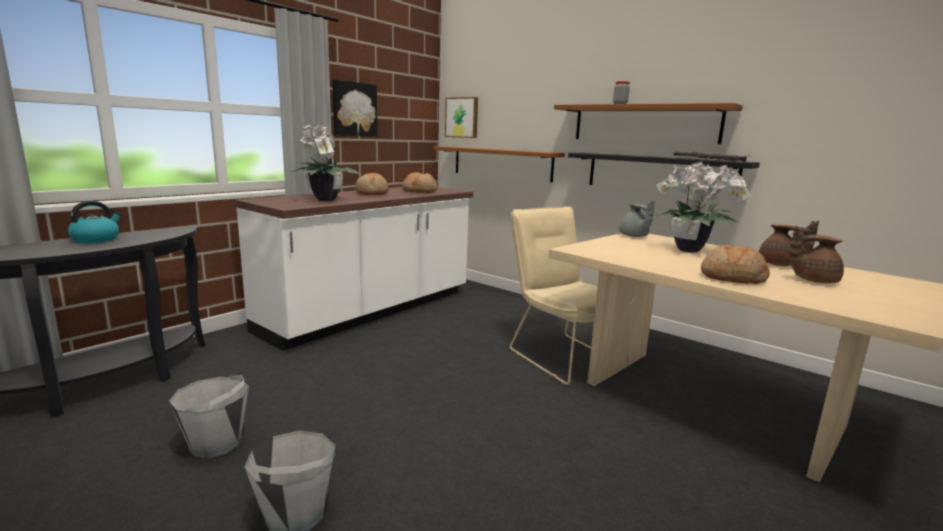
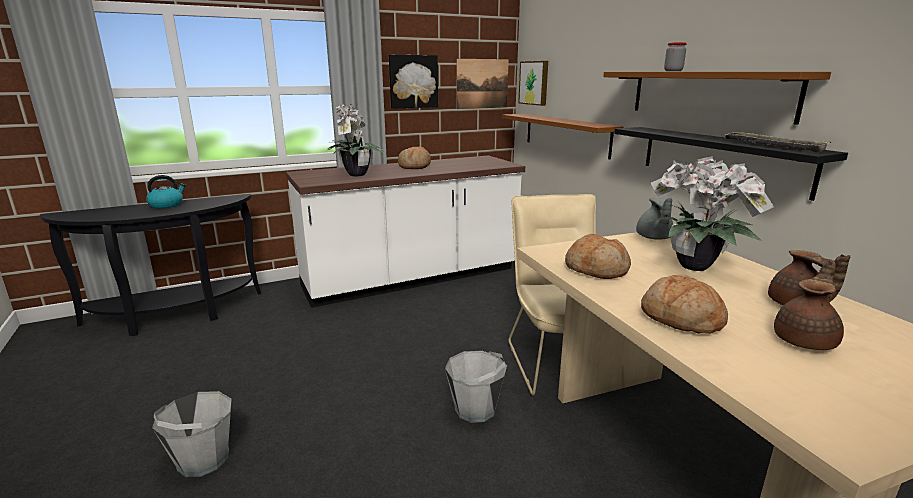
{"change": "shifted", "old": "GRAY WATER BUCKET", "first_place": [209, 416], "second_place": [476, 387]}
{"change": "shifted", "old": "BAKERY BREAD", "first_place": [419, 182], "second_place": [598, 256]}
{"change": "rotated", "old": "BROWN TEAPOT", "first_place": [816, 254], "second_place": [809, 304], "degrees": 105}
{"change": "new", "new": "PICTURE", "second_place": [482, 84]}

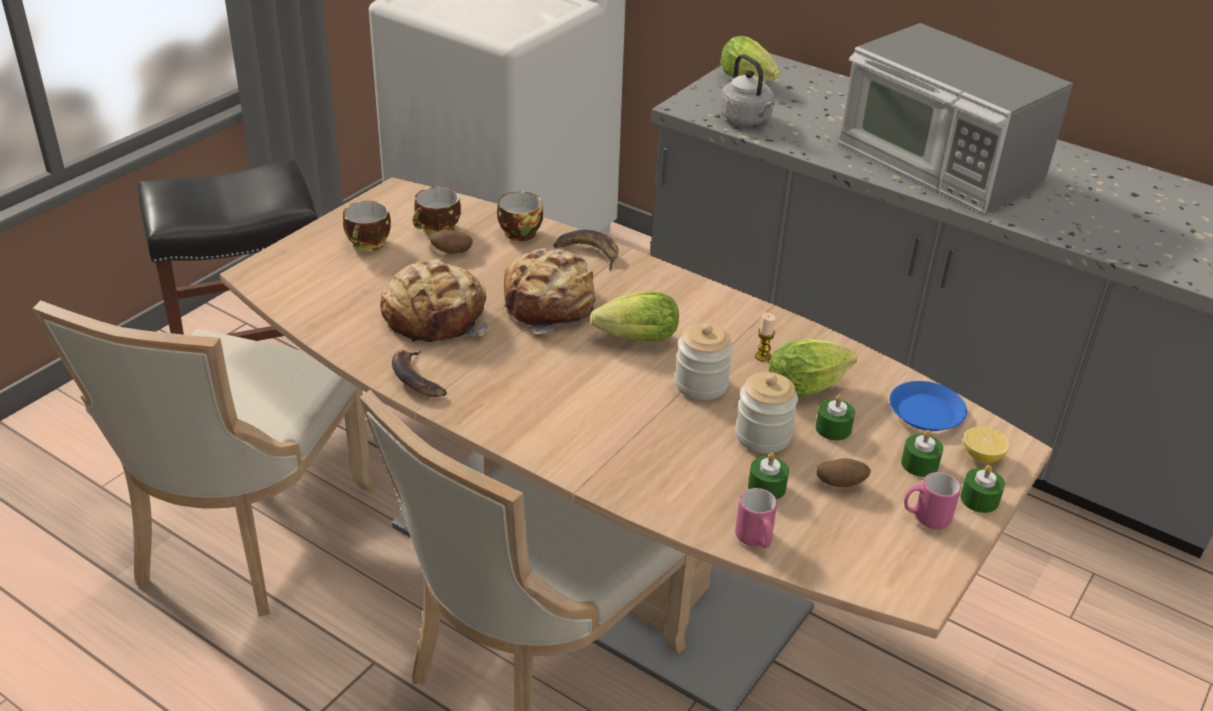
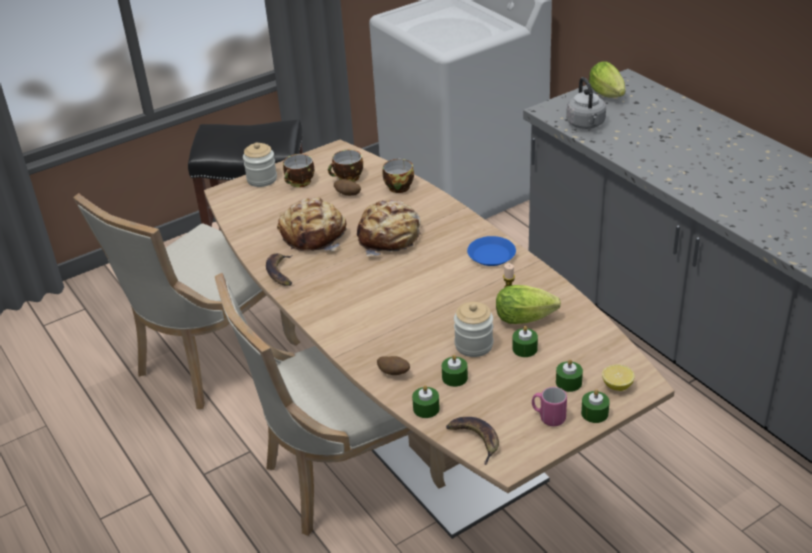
{"change": "shifted", "old": "BANANA", "first_place": [586, 250], "second_place": [472, 441]}
{"change": "gone", "old": "HEAD OF LETTUCE", "first_place": [634, 316]}
{"change": "shifted", "old": "JAR", "first_place": [704, 361], "second_place": [260, 165]}
{"change": "swapped", "old": "PINK MUG", "new": "GREEN WAX CANDLE", "first_place": [756, 518], "second_place": [426, 401]}
{"change": "shifted", "old": "WHOLE POTATO", "first_place": [844, 472], "second_place": [393, 365]}
{"change": "gone", "old": "KITCHEN MICROWAVE", "first_place": [956, 118]}
{"change": "shifted", "old": "BLUISH DINNER PLATE", "first_place": [928, 406], "second_place": [491, 251]}

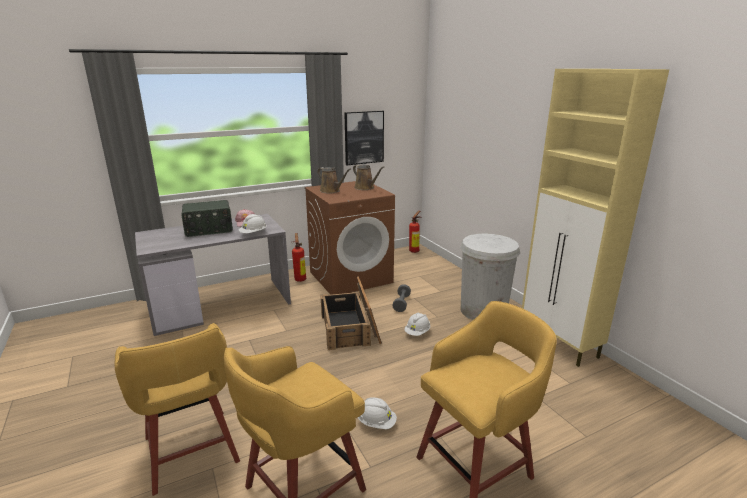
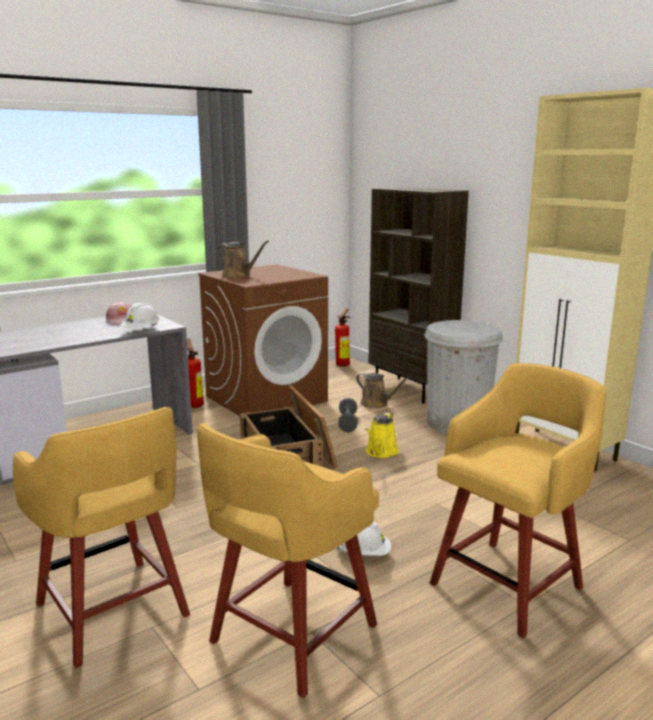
{"change": "gone", "old": "RADIO", "first_place": [207, 218]}
{"change": "gone", "old": "PICTURE", "first_place": [364, 138]}
{"change": "shifted", "old": "BROWN WATERING CAN", "first_place": [368, 177], "second_place": [382, 390]}
{"change": "swapped", "old": "WHITE-COLOURED HARD HAT", "new": "YELLOW-COLOURED WATERING CAN", "first_place": [417, 324], "second_place": [382, 435]}
{"change": "new", "new": "BROWN BOOKSHELF", "second_place": [418, 295]}

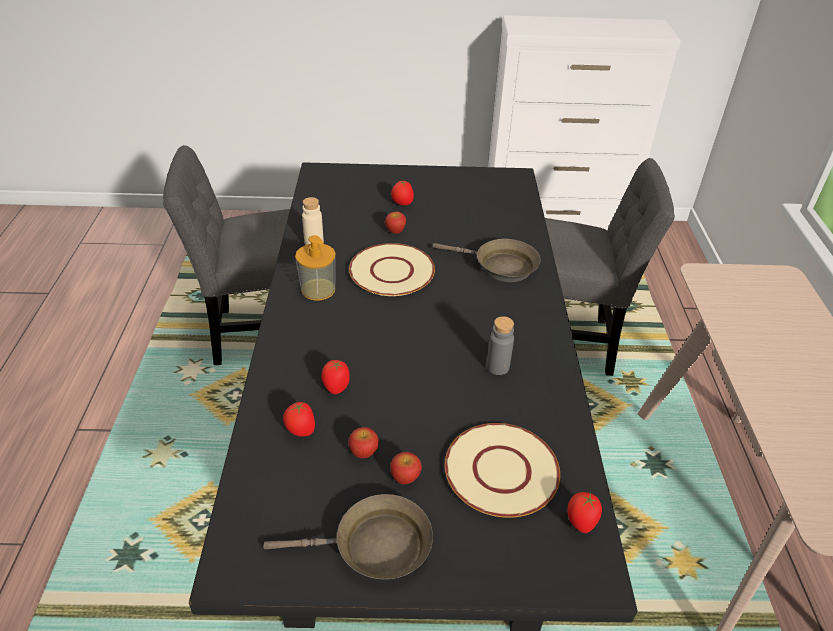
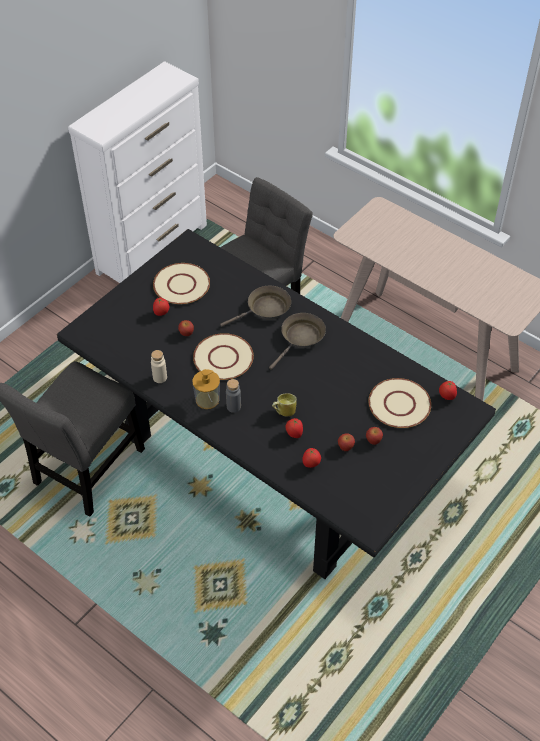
{"change": "shifted", "old": "BROWN FRYING PAN", "first_place": [348, 536], "second_place": [297, 341]}
{"change": "shifted", "old": "GRAY BEVERAGE BOTTLE", "first_place": [500, 345], "second_place": [233, 396]}
{"change": "new", "new": "SAND-COLOURED DINNER PLATE", "second_place": [181, 283]}
{"change": "new", "new": "MUG", "second_place": [284, 405]}

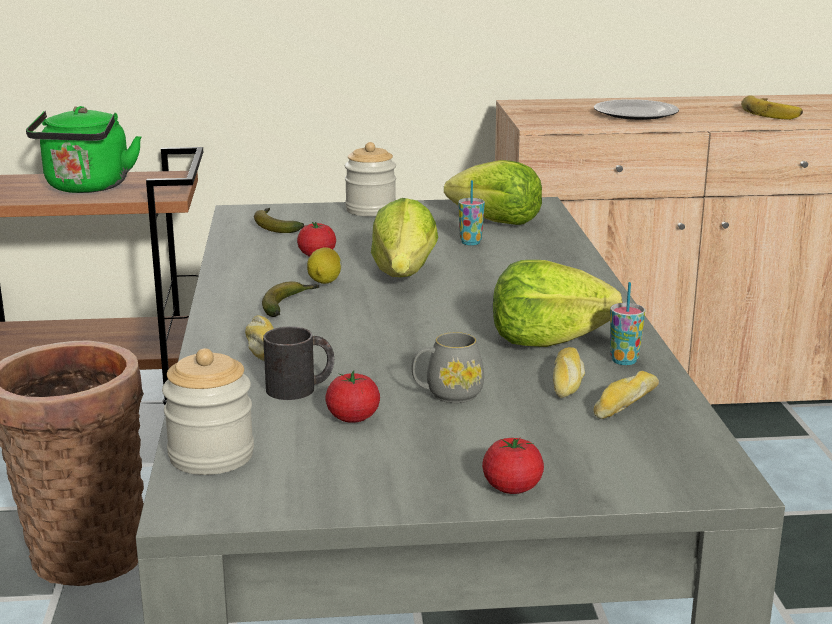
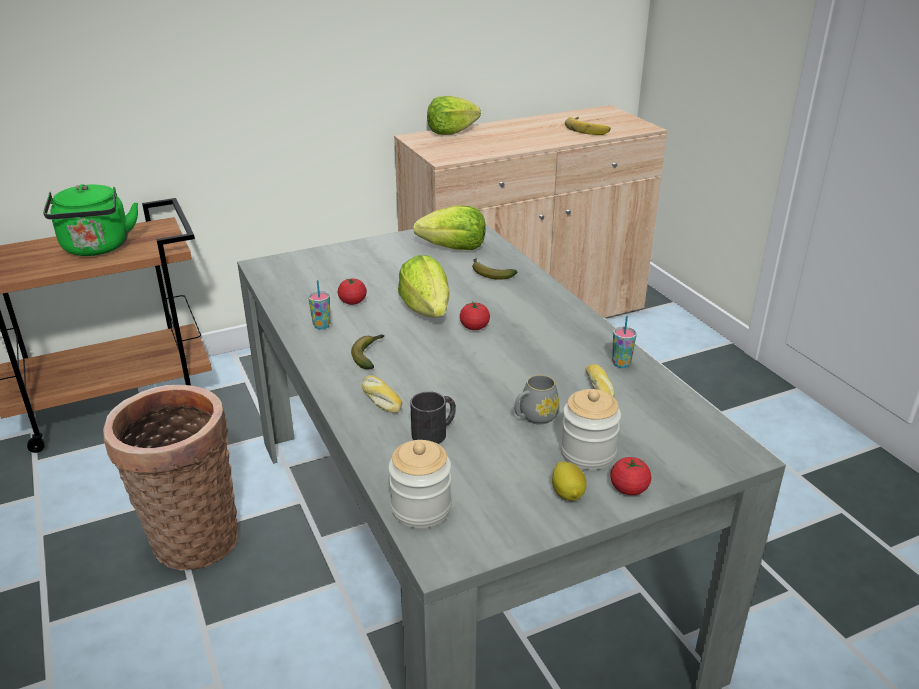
{"change": "shifted", "old": "BANANA", "first_place": [279, 220], "second_place": [494, 269]}
{"change": "shifted", "old": "WHOLE LEMON", "first_place": [324, 265], "second_place": [569, 481]}
{"change": "shifted", "old": "WHOLE TOMATO", "first_place": [352, 396], "second_place": [475, 315]}
{"change": "shifted", "old": "JAR", "first_place": [370, 179], "second_place": [590, 429]}
{"change": "shifted", "old": "SMALL CUP", "first_place": [471, 213], "second_place": [319, 305]}
{"change": "shifted", "old": "HEAD OF LETTUCE", "first_place": [557, 303], "second_place": [454, 115]}
{"change": "gone", "old": "DINNER PLATE", "first_place": [636, 109]}
{"change": "gone", "old": "BAKERY BREAD", "first_place": [626, 395]}

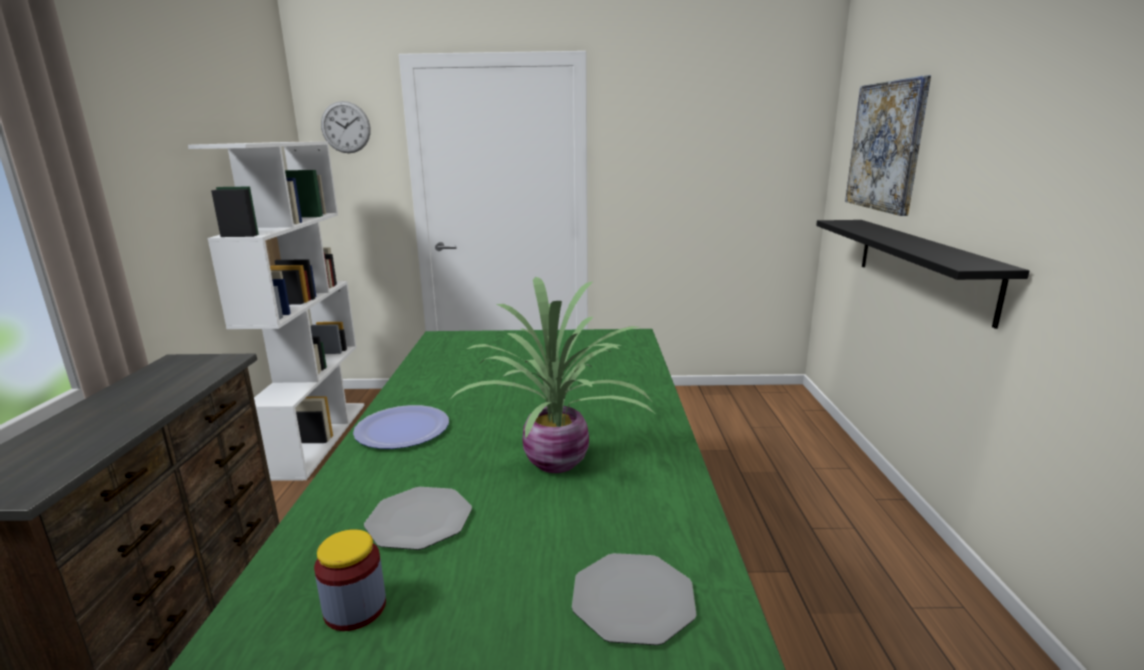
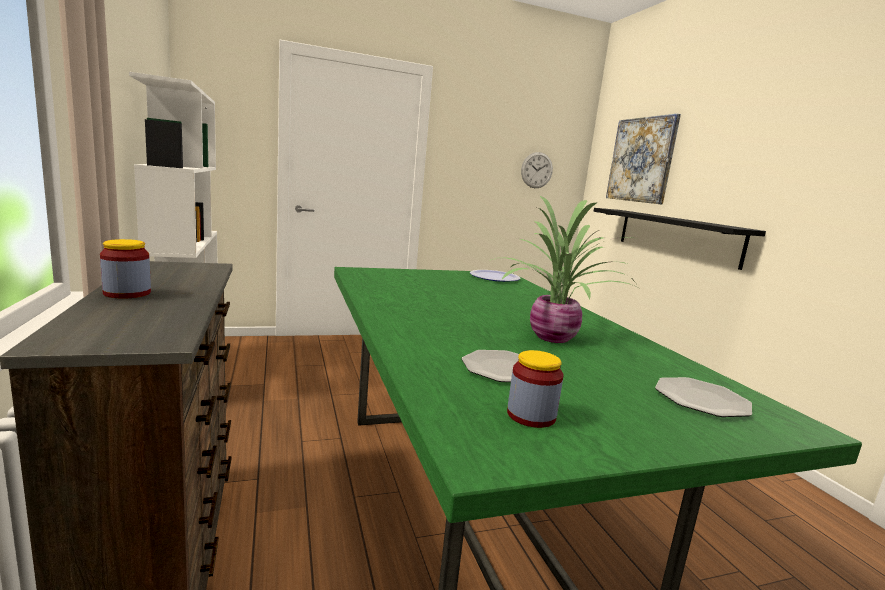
{"change": "shifted", "old": "WALL CLOCK", "first_place": [346, 127], "second_place": [537, 170]}
{"change": "shifted", "old": "DINNER PLATE", "first_place": [401, 427], "second_place": [495, 276]}
{"change": "new", "new": "JAR", "second_place": [125, 269]}

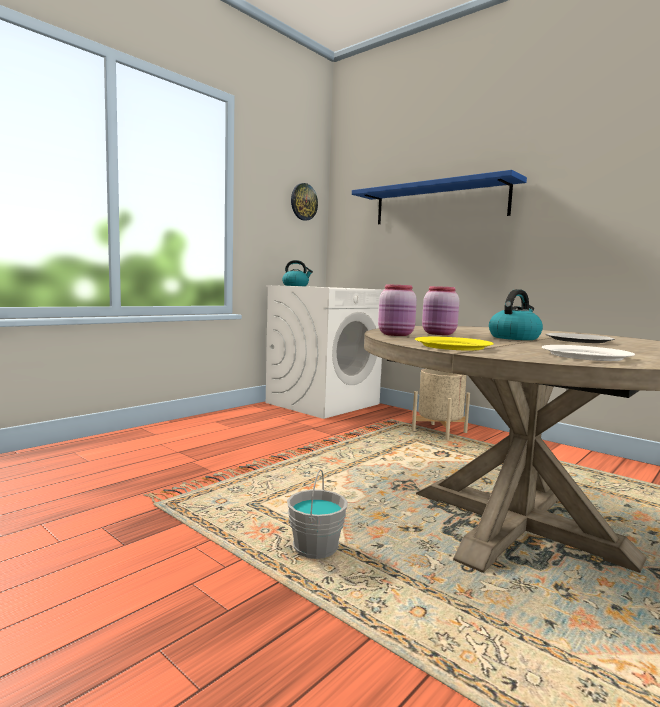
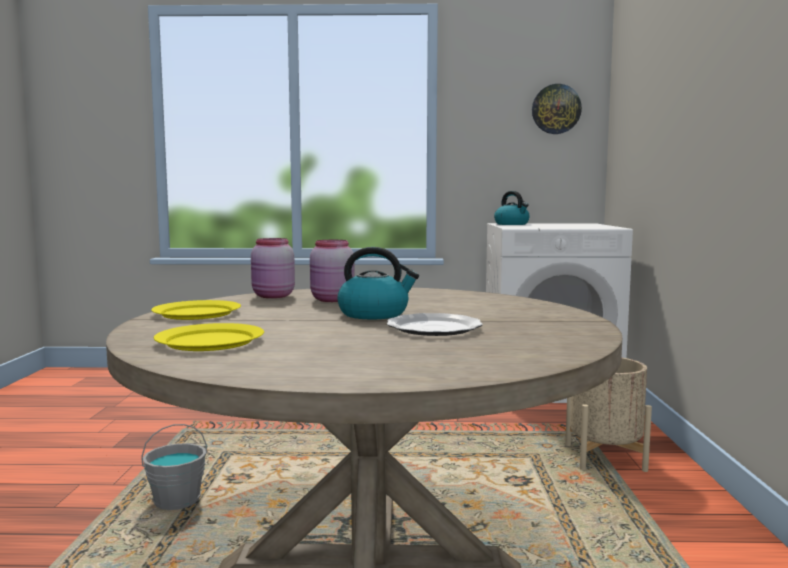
{"change": "gone", "old": "BLUISH BRACKET SHELF", "first_place": [439, 197]}
{"change": "repainted", "old": "WHITE-COLOURED DINNER PLATE", "new": "YELLOW-COLOURED DINNER PLATE", "first_place": [588, 353], "second_place": [209, 337]}

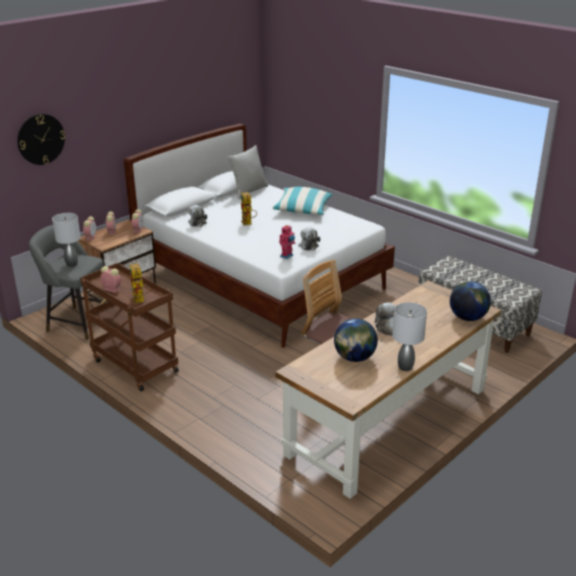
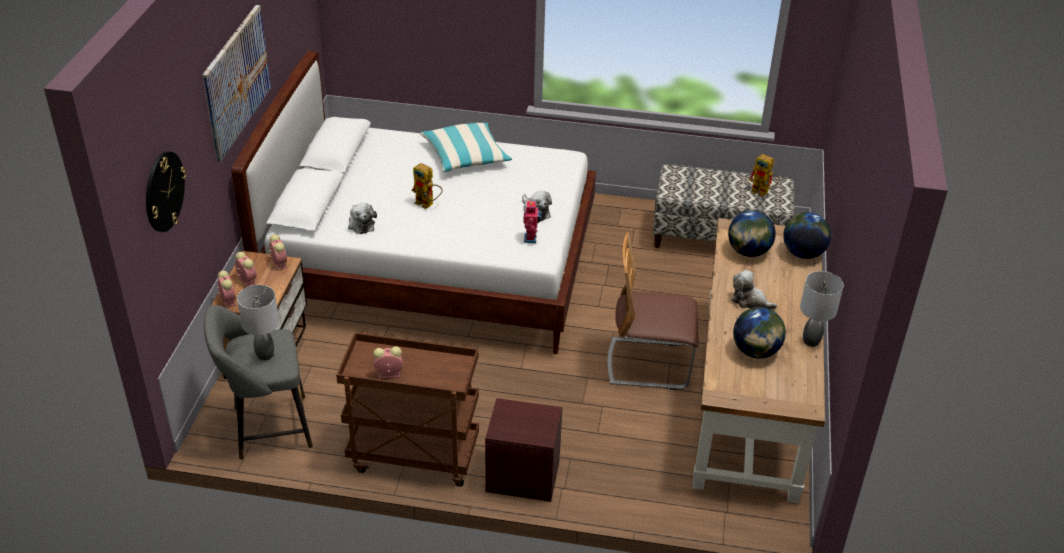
{"change": "shifted", "old": "TOY ROBOT", "first_place": [140, 283], "second_place": [764, 175]}
{"change": "gone", "old": "GRAY PILLOW", "first_place": [248, 172]}
{"change": "new", "new": "PICTURE", "second_place": [236, 83]}
{"change": "new", "new": "BROWN NIGHTSTAND", "second_place": [523, 450]}
{"change": "new", "new": "GLOBE", "second_place": [752, 233]}

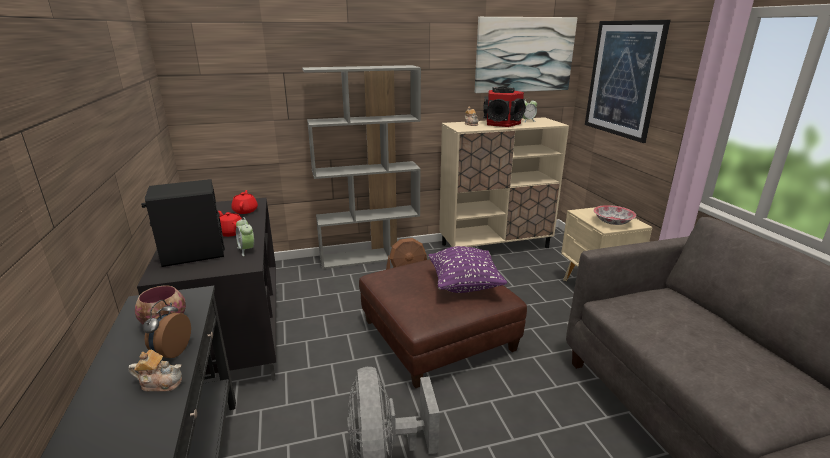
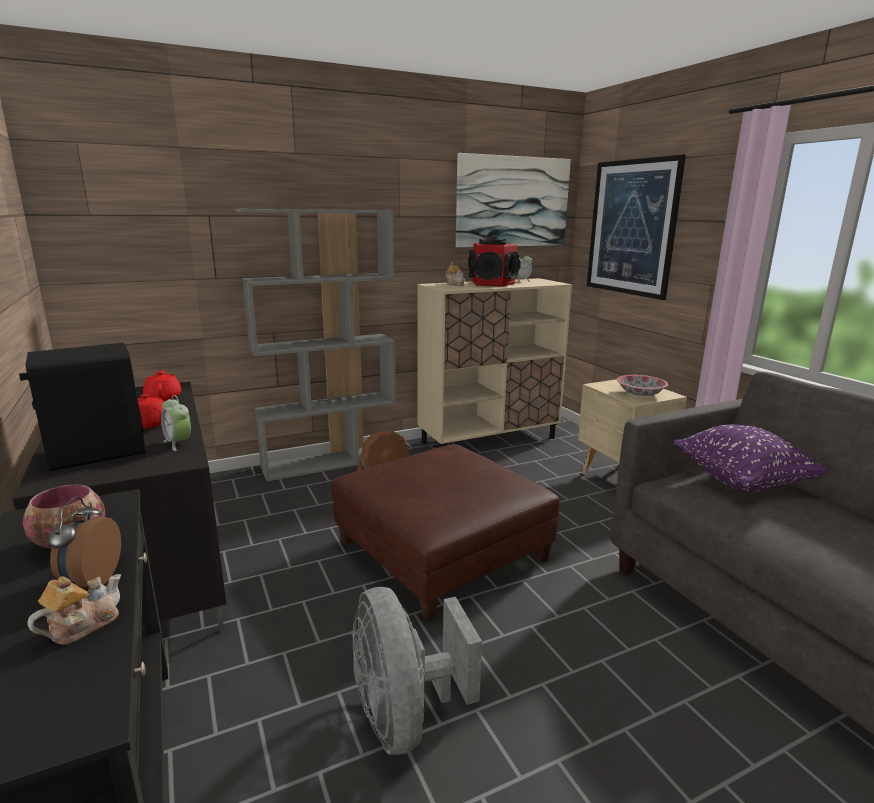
{"change": "rotated", "old": "TEAPOT", "first_place": [155, 371], "second_place": [74, 609], "degrees": -45}
{"change": "shifted", "old": "PURPLE PILLOW", "first_place": [467, 269], "second_place": [750, 458]}

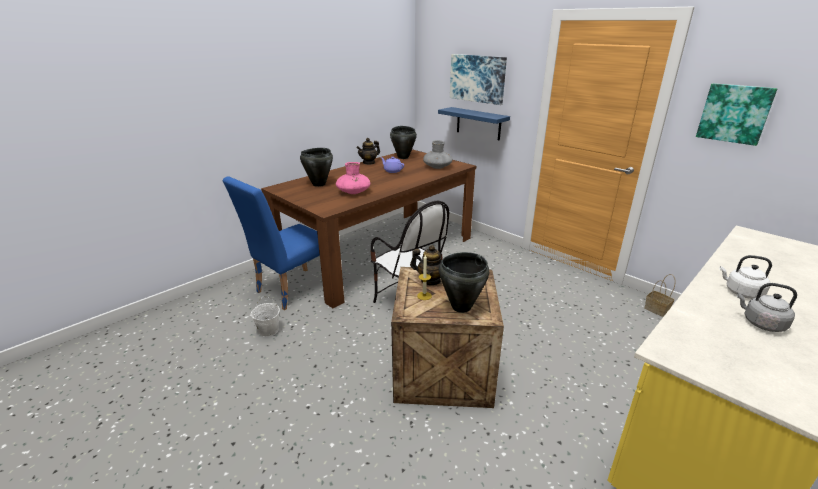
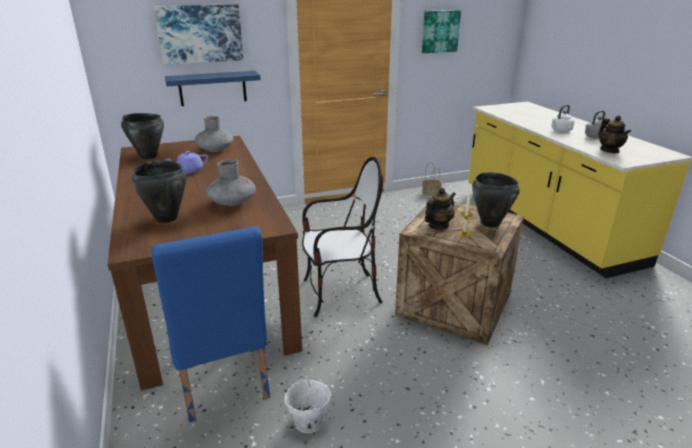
{"change": "repainted", "old": "PINK VASE", "new": "GRAY VASE", "first_place": [353, 178], "second_place": [231, 182]}
{"change": "shifted", "old": "TEAPOT", "first_place": [368, 151], "second_place": [614, 134]}

